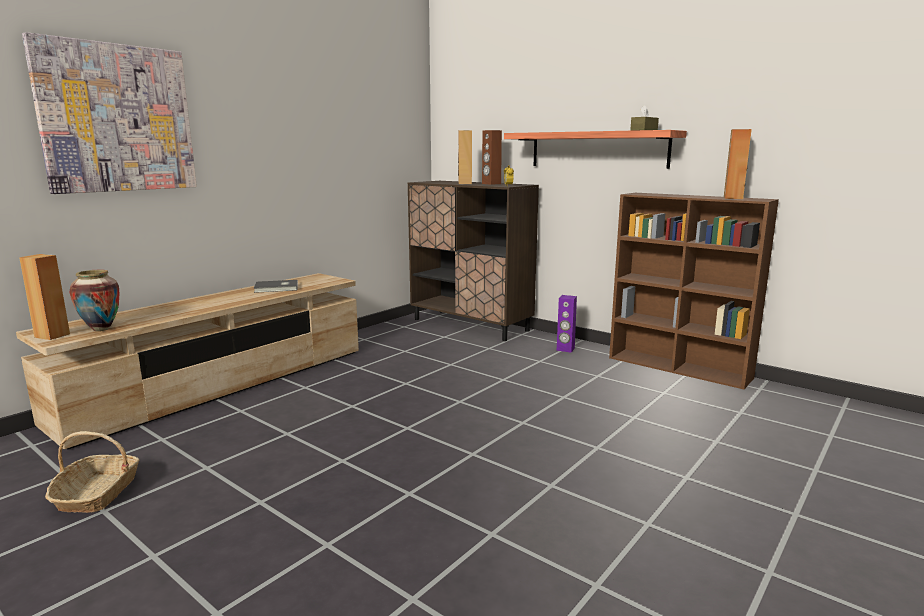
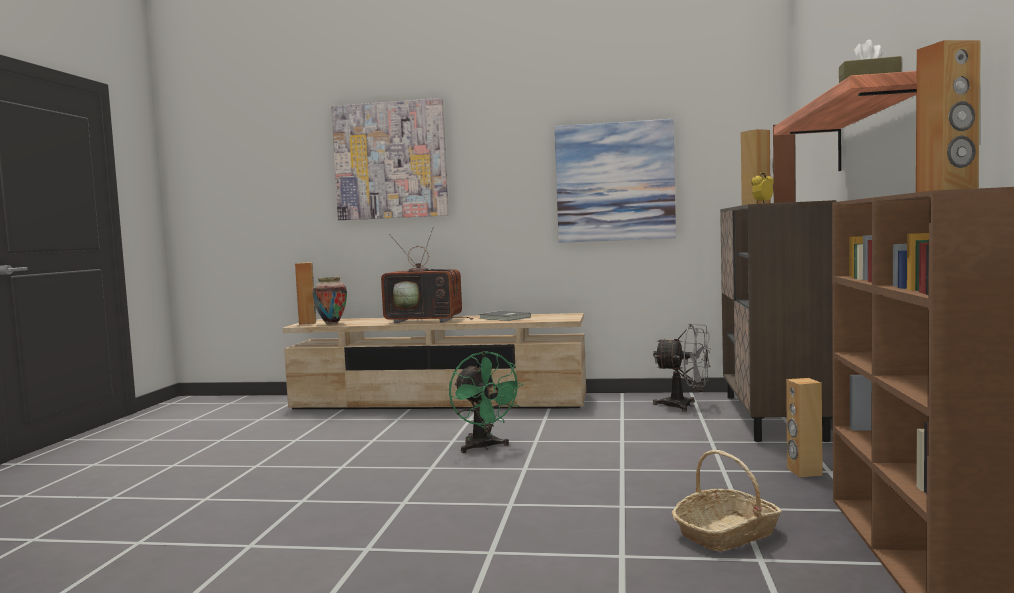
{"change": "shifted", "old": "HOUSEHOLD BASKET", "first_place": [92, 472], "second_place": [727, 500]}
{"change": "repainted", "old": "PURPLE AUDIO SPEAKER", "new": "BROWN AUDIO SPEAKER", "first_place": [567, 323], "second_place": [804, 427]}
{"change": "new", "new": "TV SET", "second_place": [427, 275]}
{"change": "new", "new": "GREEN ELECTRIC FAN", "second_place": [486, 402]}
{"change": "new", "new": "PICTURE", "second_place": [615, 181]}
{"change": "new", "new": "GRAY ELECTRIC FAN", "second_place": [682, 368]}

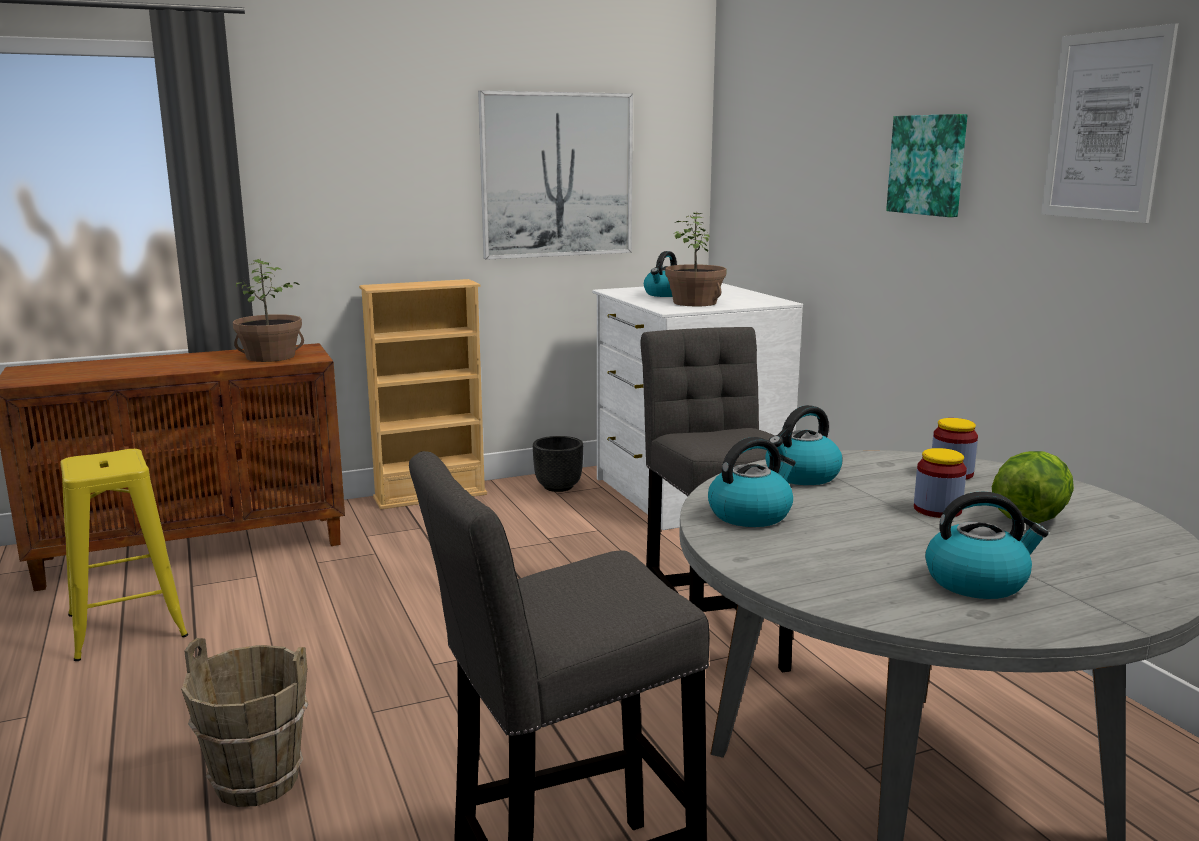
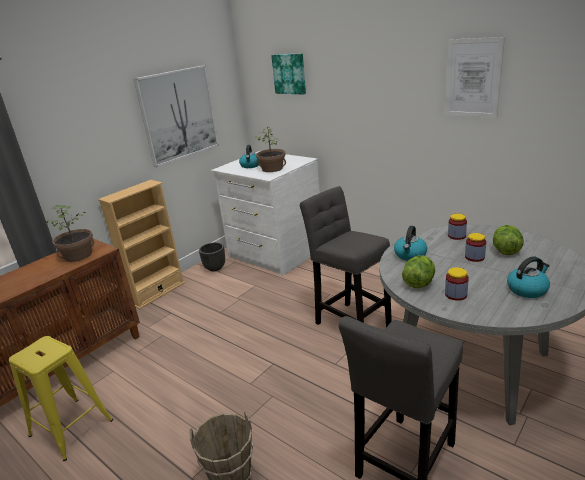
{"change": "swapped", "old": "TEA KETTLE", "new": "HEAD OF LETTUCE", "first_place": [752, 482], "second_place": [418, 271]}
{"change": "shifted", "old": "PICTURE", "first_place": [926, 165], "second_place": [288, 74]}
{"change": "new", "new": "JAR", "second_place": [457, 284]}

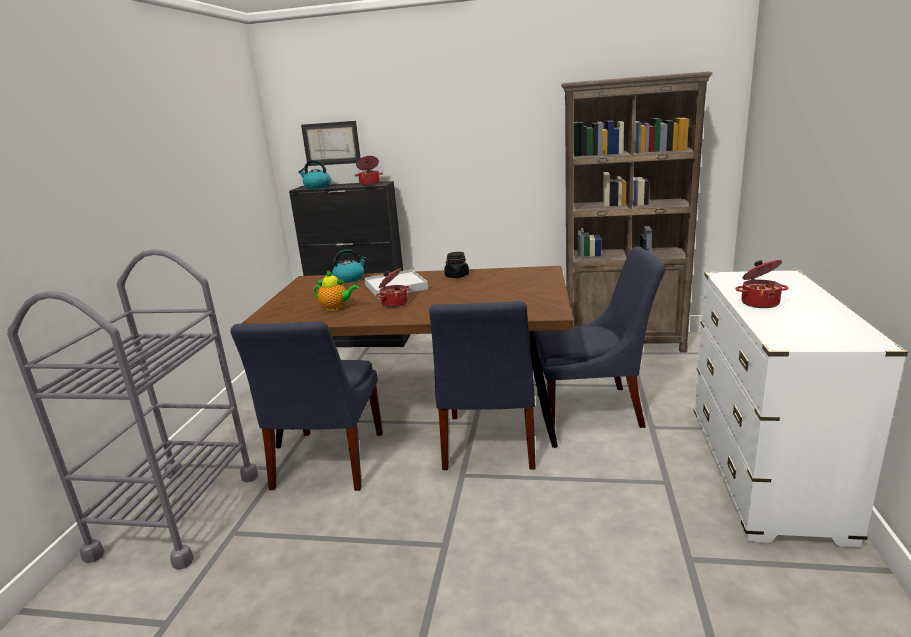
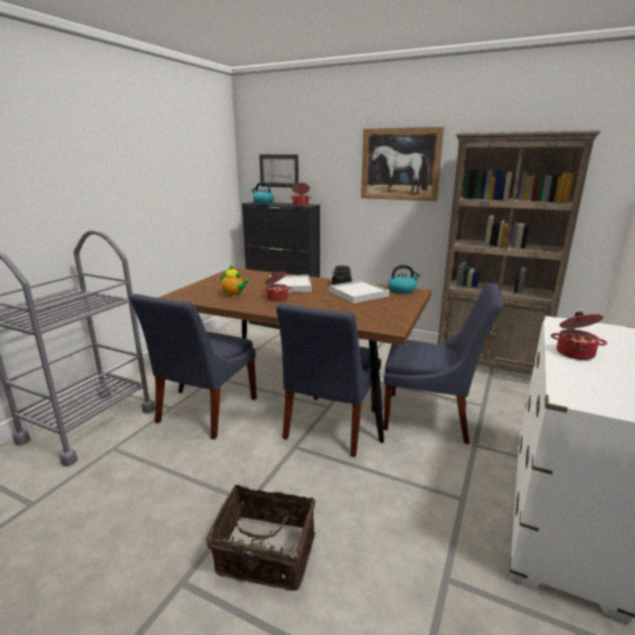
{"change": "shifted", "old": "TEA KETTLE", "first_place": [349, 266], "second_place": [404, 279]}
{"change": "new", "new": "HOUSEHOLD BASKET", "second_place": [261, 538]}
{"change": "new", "new": "WHITE-COLOURED CARRYING TRAY", "second_place": [359, 292]}
{"change": "new", "new": "PICTURE", "second_place": [402, 164]}

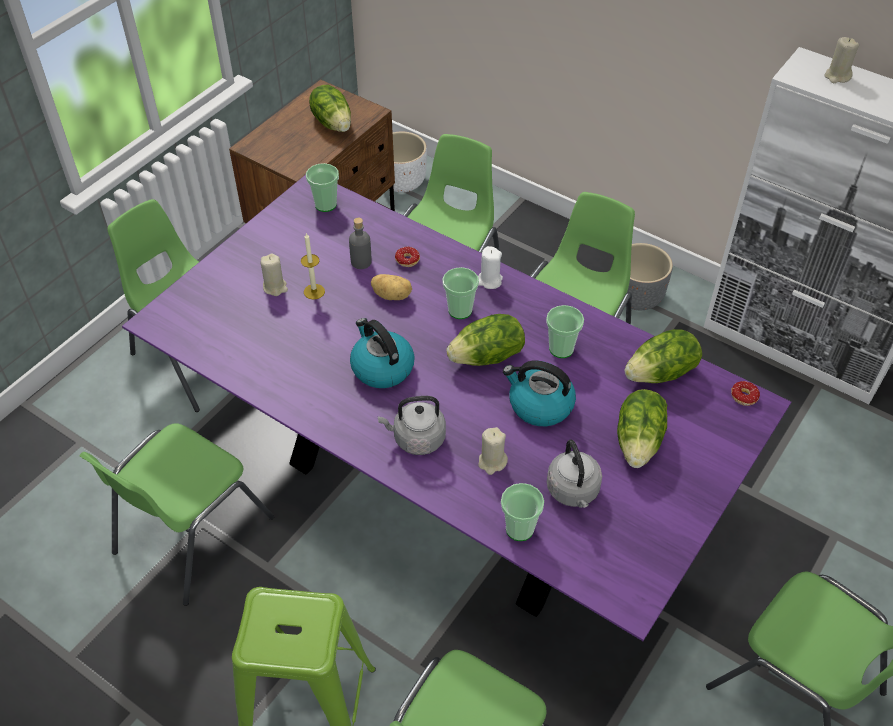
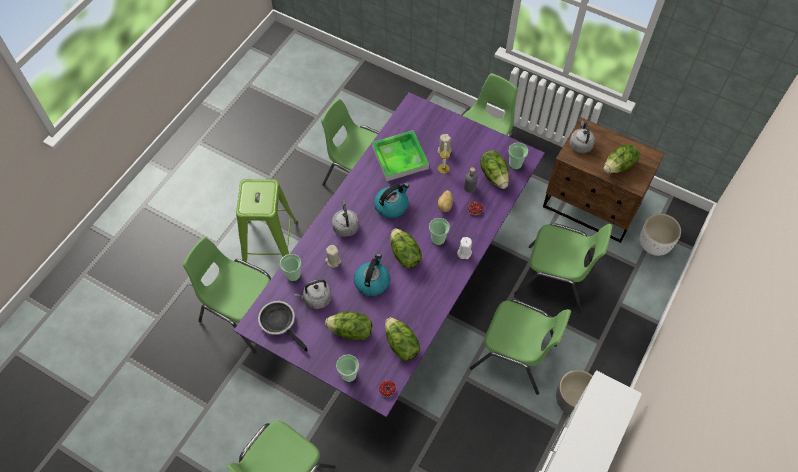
{"change": "shifted", "old": "SMALL CUP", "first_place": [565, 331], "second_place": [347, 368]}
{"change": "gone", "old": "SAND-COLOURED WAX CANDLE", "first_place": [841, 60]}
{"change": "new", "new": "FRYING PAN", "second_place": [282, 326]}
{"change": "new", "new": "CARRYING TRAY", "second_place": [400, 155]}
{"change": "new", "new": "HEAD OF LETTUCE", "second_place": [494, 170]}
{"change": "new", "new": "GRAY TEA KETTLE", "second_place": [582, 137]}

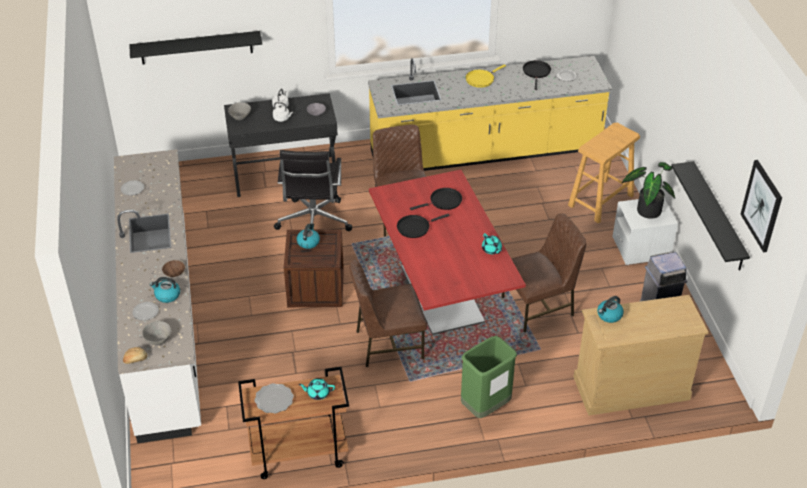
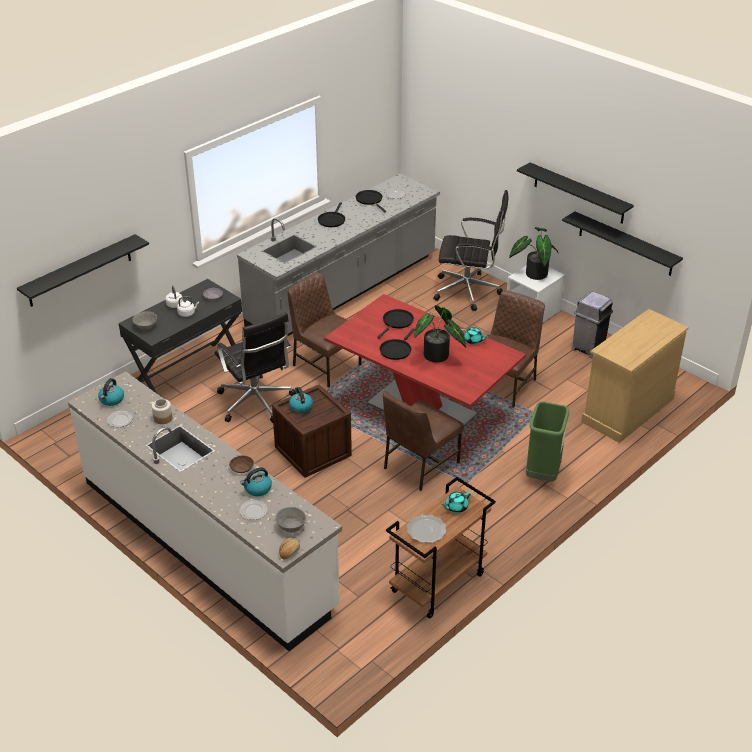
{"change": "repainted", "old": "YELLOW-COLOURED KITCHEN BASE UNIT", "new": "GRAY KITCHEN BASE UNIT", "first_place": [490, 113], "second_place": [338, 255]}
{"change": "repainted", "old": "YELLOW-COLOURED FRYING PAN", "new": "BLACKISH FRYING PAN", "first_place": [486, 76], "second_place": [331, 214]}
{"change": "swapped", "old": "SAND-COLOURED STOOL", "new": "BLACKISH OFFICE CHAIR", "first_place": [604, 173], "second_place": [470, 250]}
{"change": "shifted", "old": "TEA KETTLE", "first_place": [610, 309], "second_place": [111, 392]}
{"change": "gone", "old": "PICTURE", "first_place": [761, 206]}
{"change": "new", "new": "JAR", "second_place": [162, 411]}
{"change": "new", "new": "HOUSEPLANT", "second_place": [440, 334]}
{"change": "new", "new": "BLACKISH BRACKET SHELF", "second_place": [575, 193]}

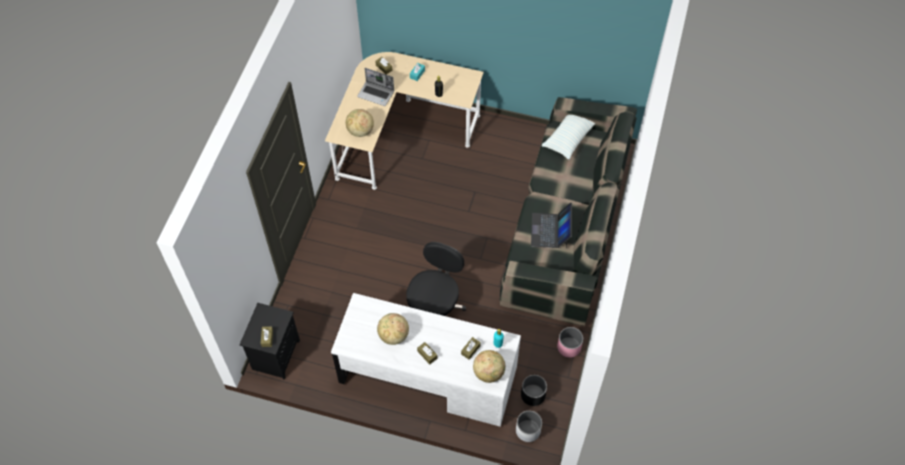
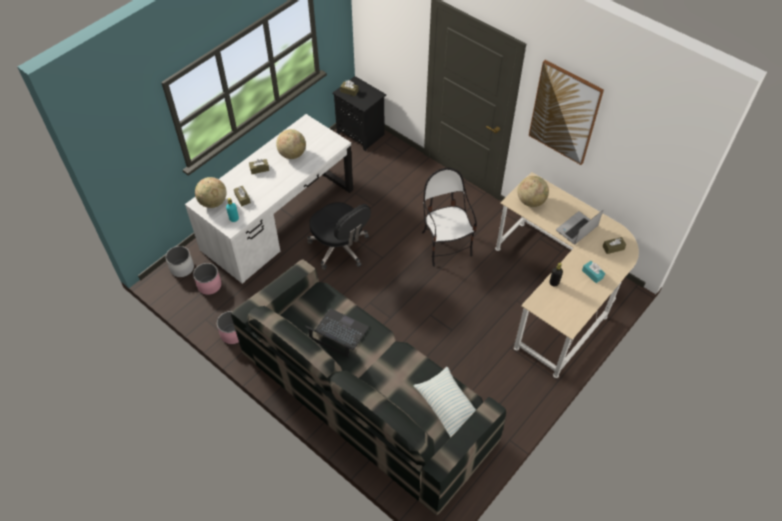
{"change": "repainted", "old": "BLACKISH PLANTER", "new": "PINK PLANTER", "first_place": [534, 390], "second_place": [207, 279]}
{"change": "new", "new": "UPRIGHT CHAIR", "second_place": [449, 217]}
{"change": "new", "new": "PICTURE", "second_place": [566, 112]}

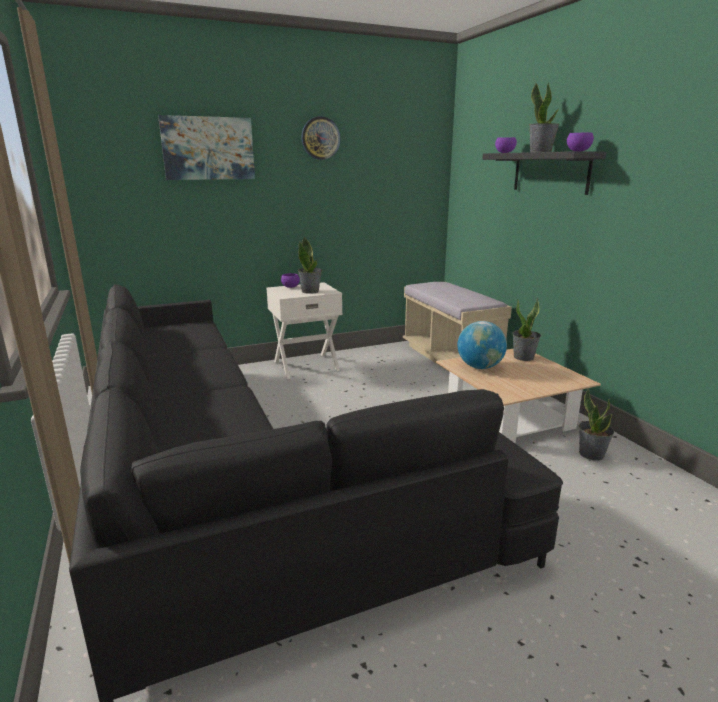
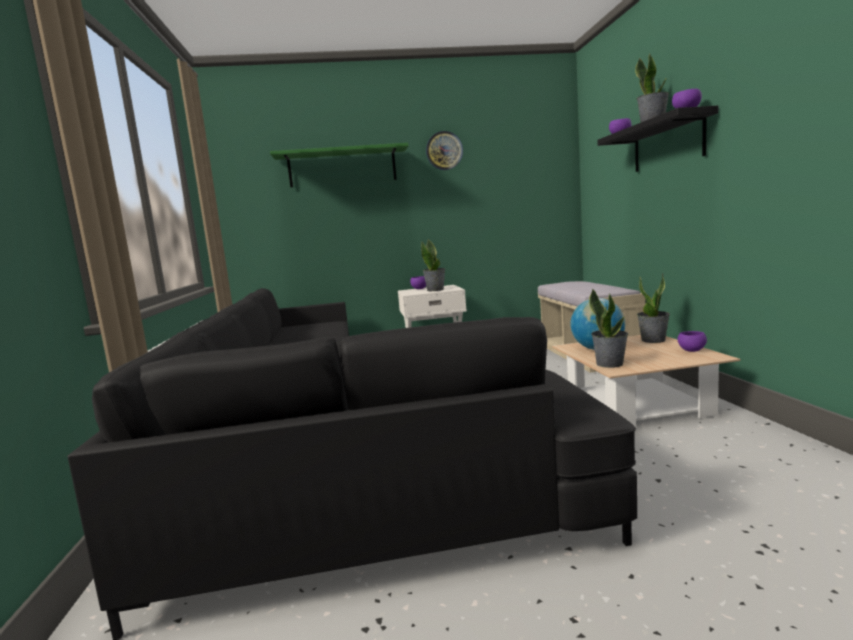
{"change": "swapped", "old": "PICTURE", "new": "GREEN BRACKET SHELF", "first_place": [206, 147], "second_place": [339, 165]}
{"change": "shifted", "old": "HOUSEPLANT", "first_place": [596, 424], "second_place": [608, 328]}
{"change": "new", "new": "PURPLE DEEP DISH", "second_place": [692, 341]}

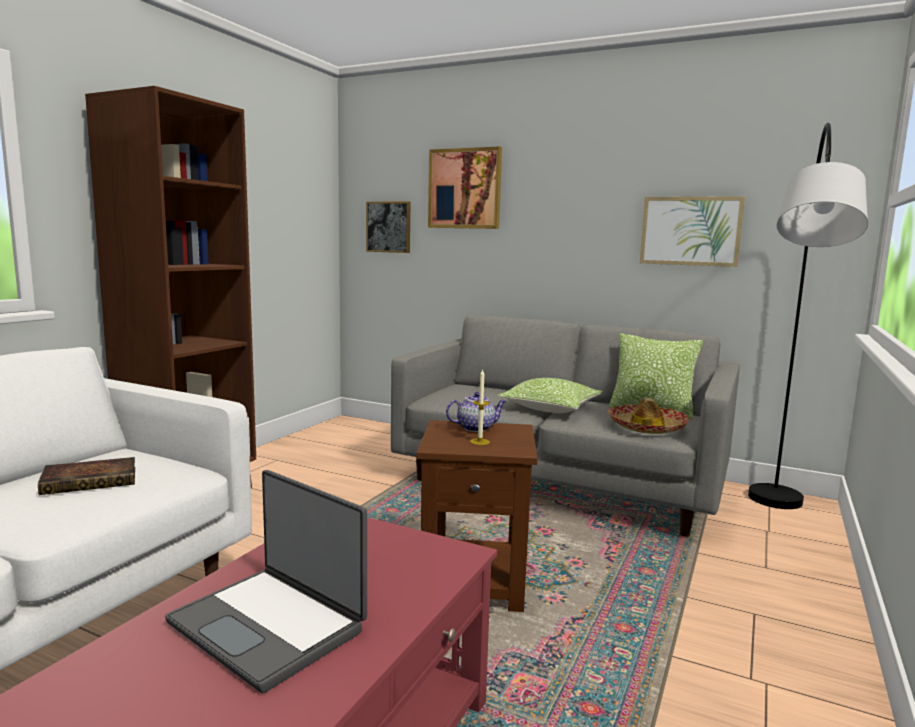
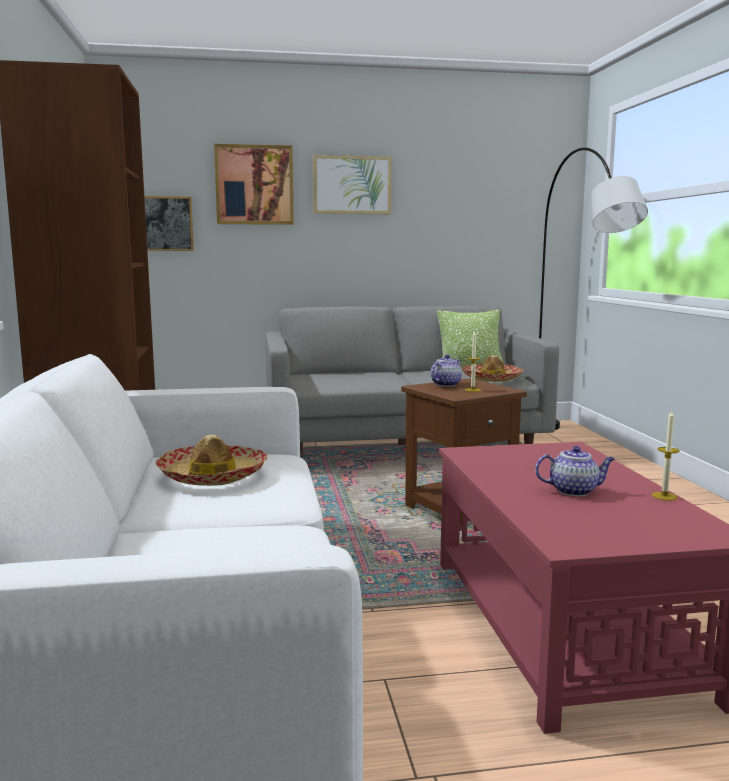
{"change": "swapped", "old": "BOOK", "new": "HAT", "first_place": [86, 476], "second_place": [212, 460]}
{"change": "swapped", "old": "PORTABLE COMPUTER", "new": "TEAPOT", "first_place": [266, 581], "second_place": [575, 471]}
{"change": "gone", "old": "PILLOW", "first_place": [549, 395]}
{"change": "shifted", "old": "PICTURE", "first_place": [692, 231], "second_place": [352, 184]}
{"change": "new", "new": "WAX CANDLE", "second_place": [666, 456]}

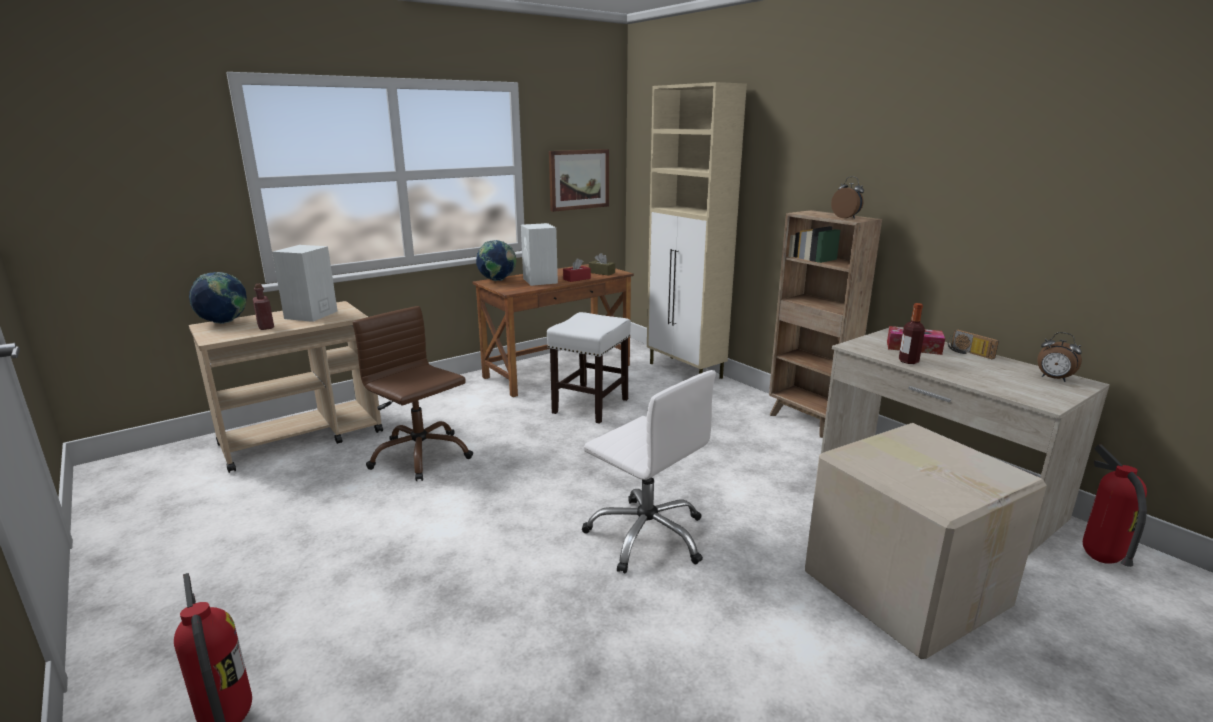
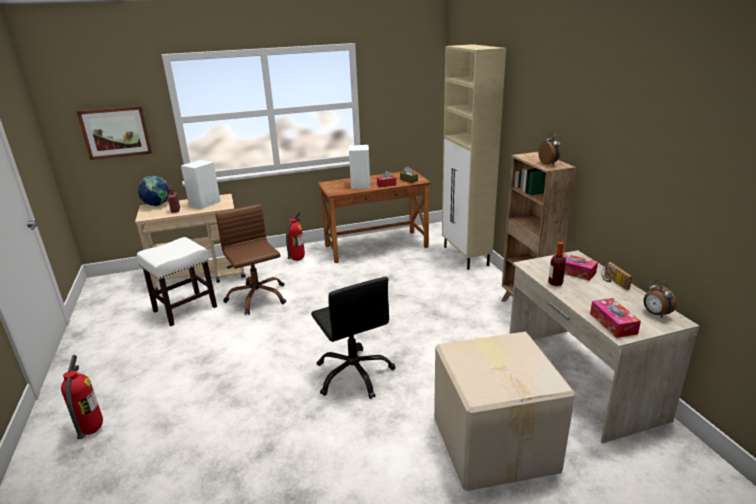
{"change": "gone", "old": "GLOBE", "first_place": [496, 260]}
{"change": "shifted", "old": "WHITE-COLOURED STOOL", "first_place": [589, 368], "second_place": [177, 281]}
{"change": "shifted", "old": "PICTURE", "first_place": [579, 180], "second_place": [114, 133]}
{"change": "repainted", "old": "WHITE-COLOURED OFFICE CHAIR", "new": "BLACKISH OFFICE CHAIR", "first_place": [649, 471], "second_place": [353, 338]}
{"change": "shifted", "old": "FIRE EXTINGUISHER", "first_place": [1115, 506], "second_place": [295, 236]}
{"change": "new", "new": "TISSUE BOX", "second_place": [615, 318]}

